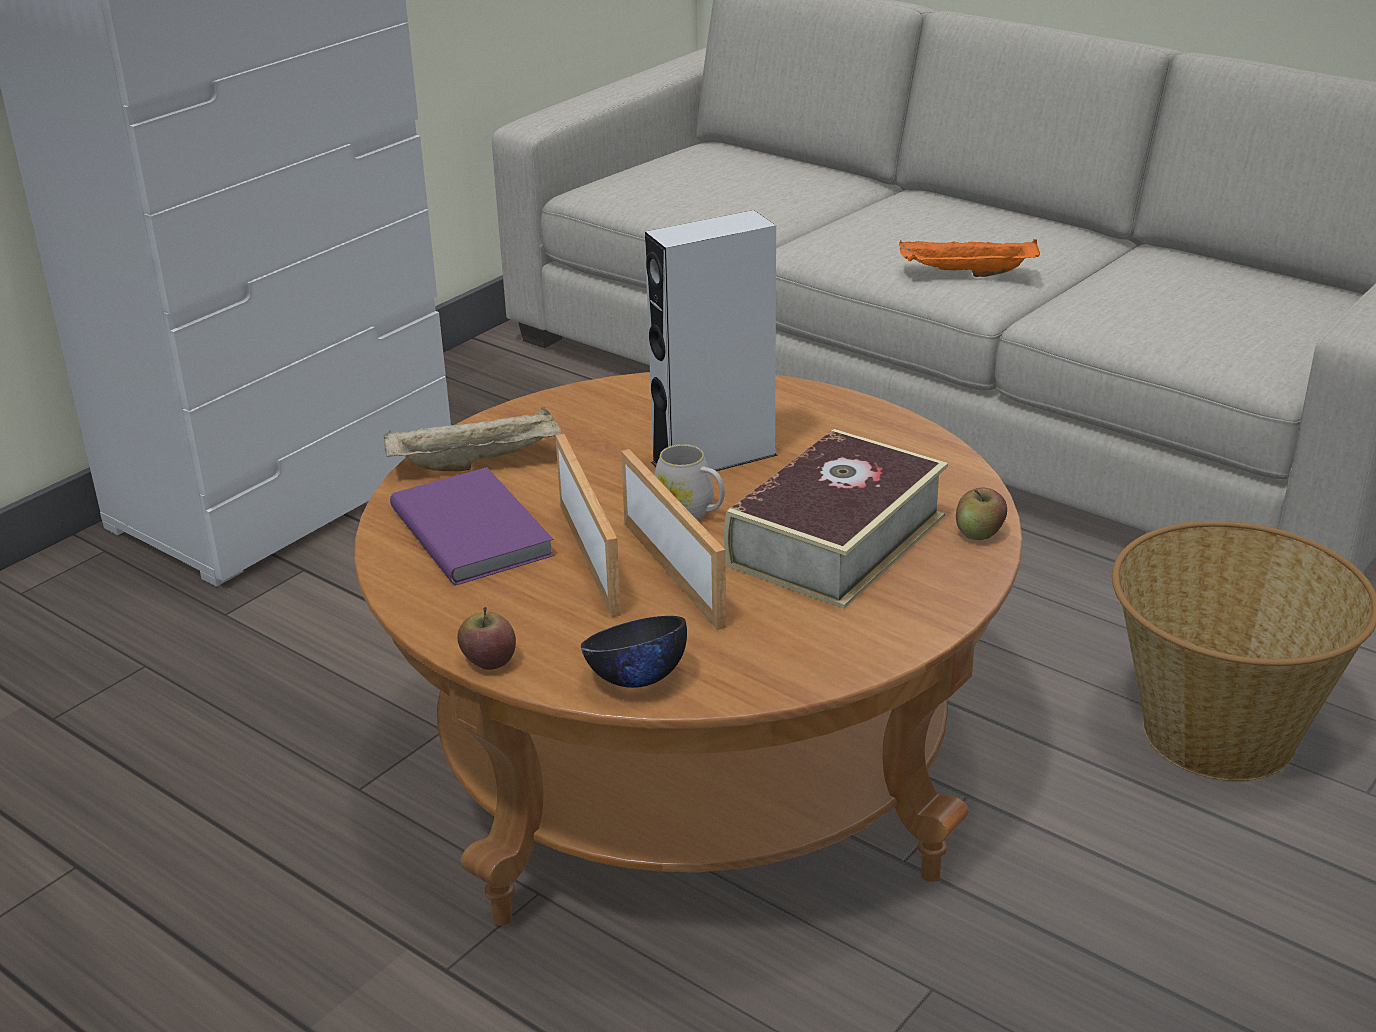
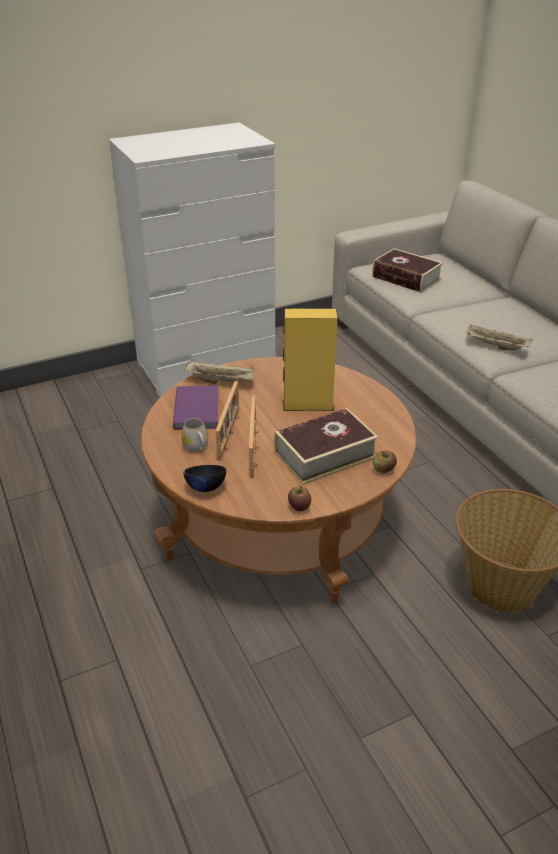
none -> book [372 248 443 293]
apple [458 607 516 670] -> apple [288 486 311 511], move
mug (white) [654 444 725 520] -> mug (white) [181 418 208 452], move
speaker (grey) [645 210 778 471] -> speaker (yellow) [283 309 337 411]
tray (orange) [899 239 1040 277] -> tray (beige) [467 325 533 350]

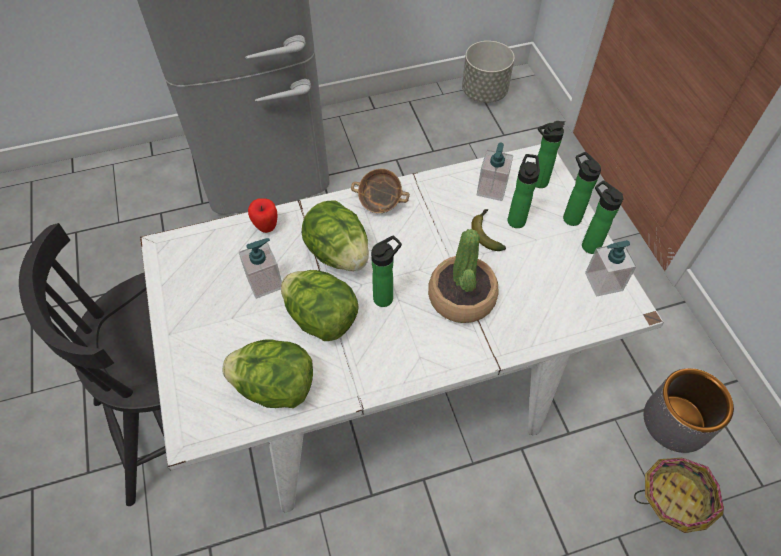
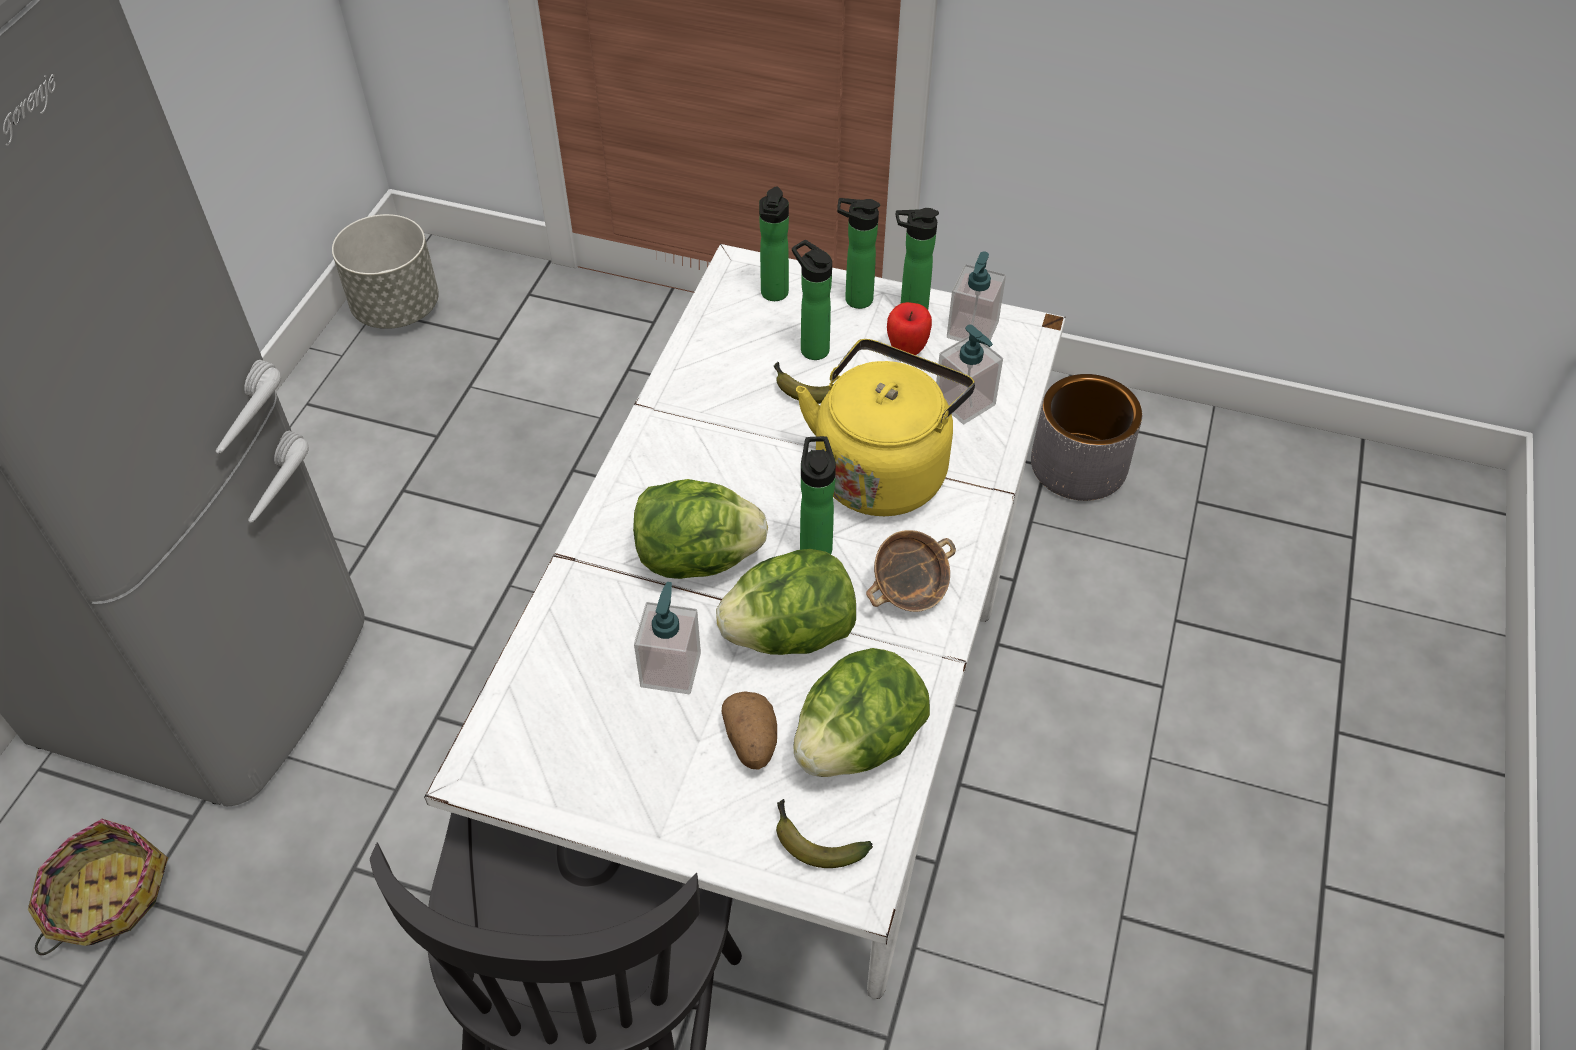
none -> potato [722 692 777 770]
none -> banana [776 799 873 868]
apple [248 198 278 233] -> apple [887 302 932 355], move
bowl [351 169 410 213] -> bowl [866 530 956 612], move
soap dispenser [477 142 513 201] -> soap dispenser [936 325 1003 424], move
basket [634 458 724 533] -> basket [28 819 168 955], move
potted plant [428 229 499 323] -> kettle (yellow) [796 339 975 516]

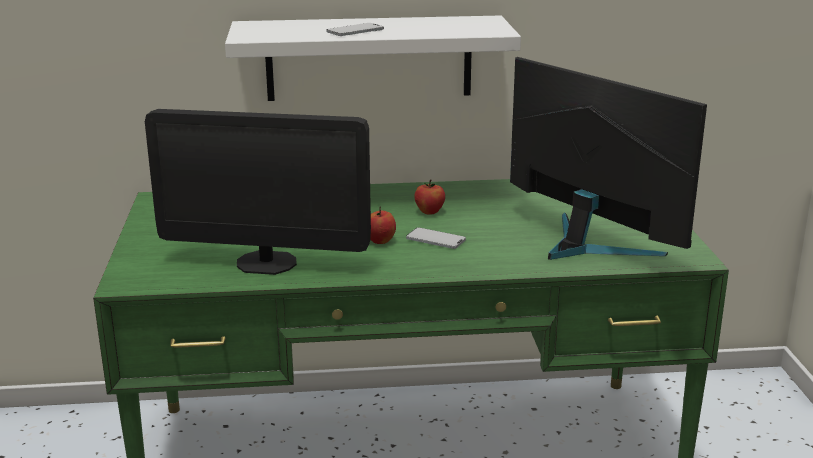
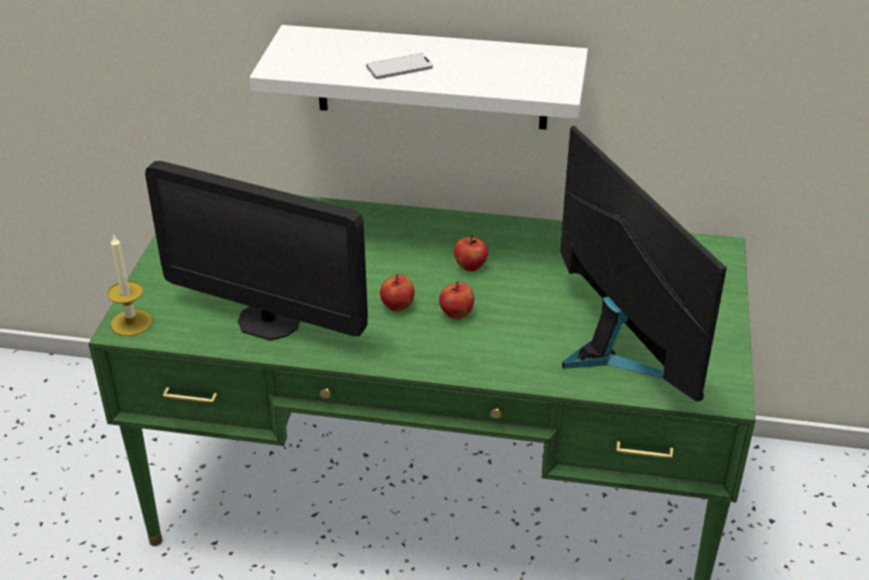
none -> candle [107 233 152 336]
phone [406 227 466 249] -> apple [439 281 474 319]

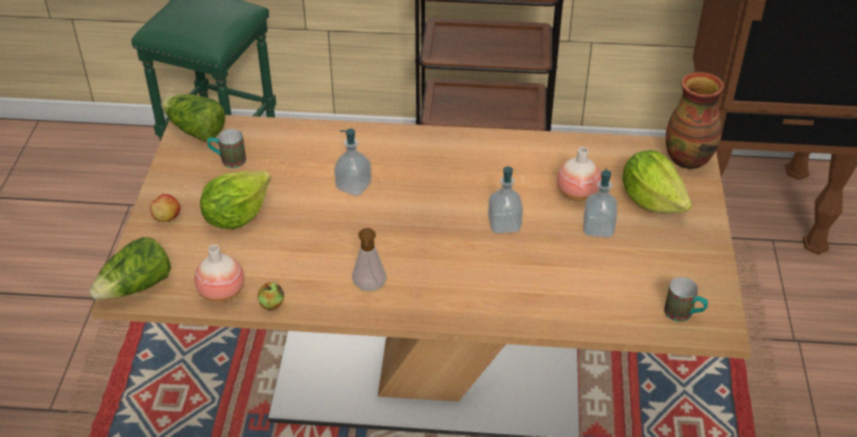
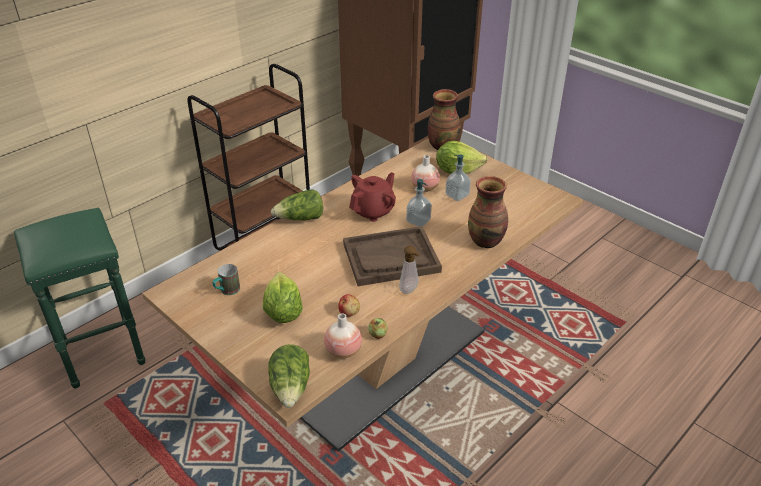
soap dispenser [334 129 372 196] -> none
mug [664 277 708 322] -> none
none -> tray (brown) [343 226 442 286]
none -> teapot (red) [349 172 396 222]
none -> vase [468 176 508 248]
apple [150 194 180 222] -> apple [338 294 360 317], move
lettuce [161 94 225 141] -> lettuce [271 189 323 221], move

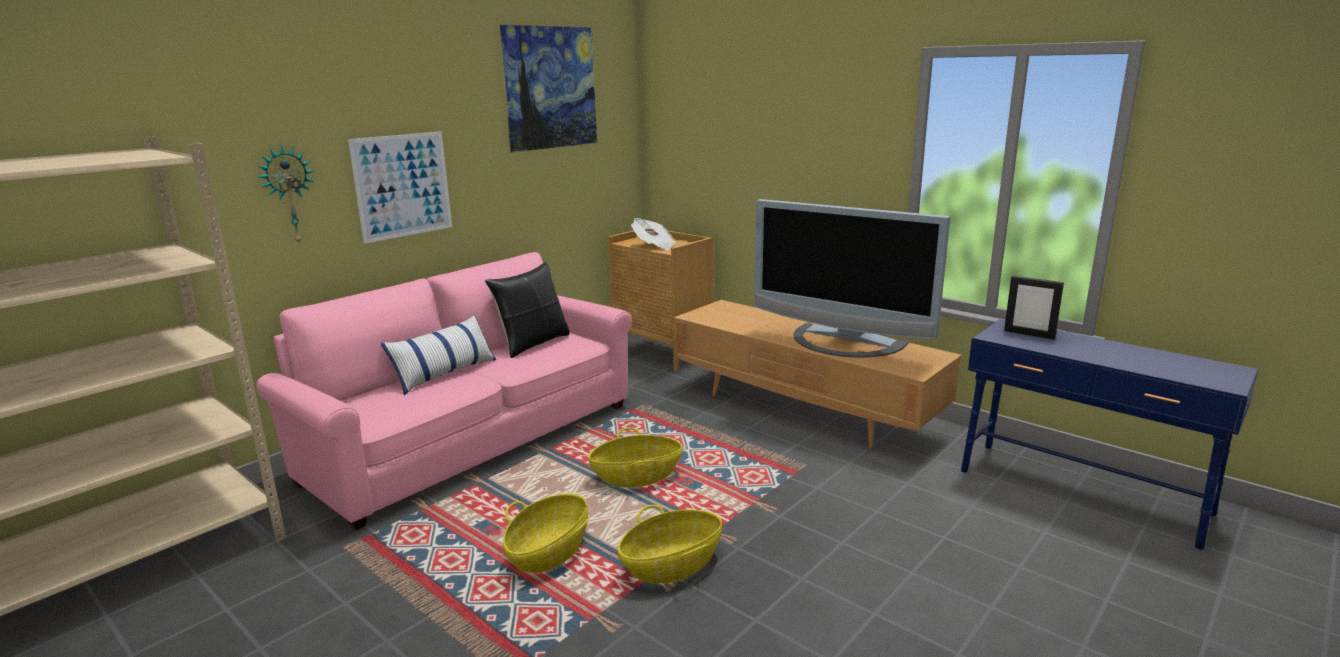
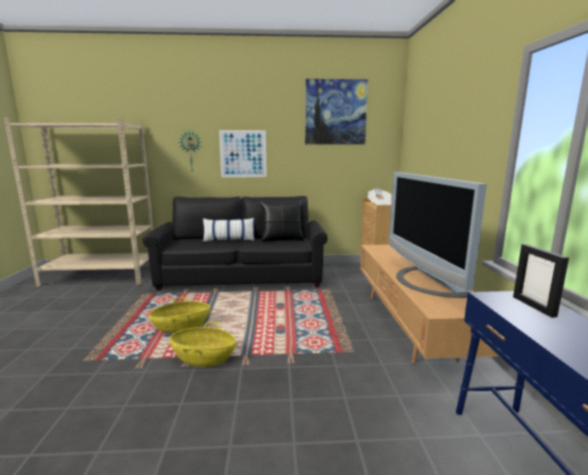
basket [588 428 683 488] -> none
sofa (pink) [257 252 632 530] -> sofa (black) [143 196 328 291]

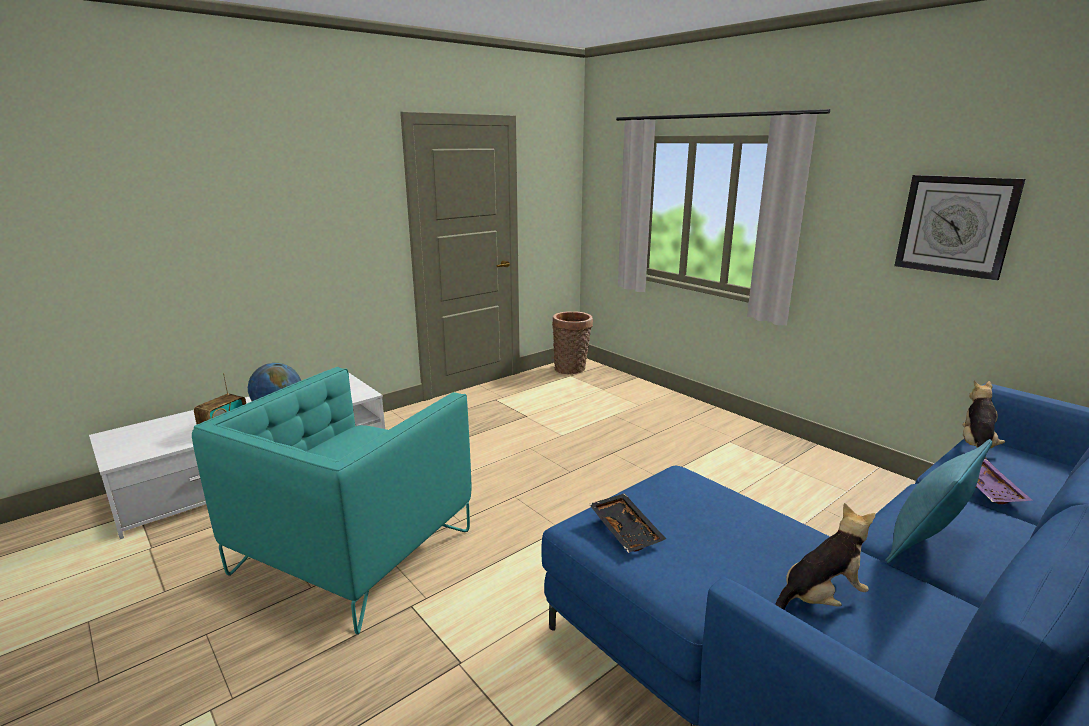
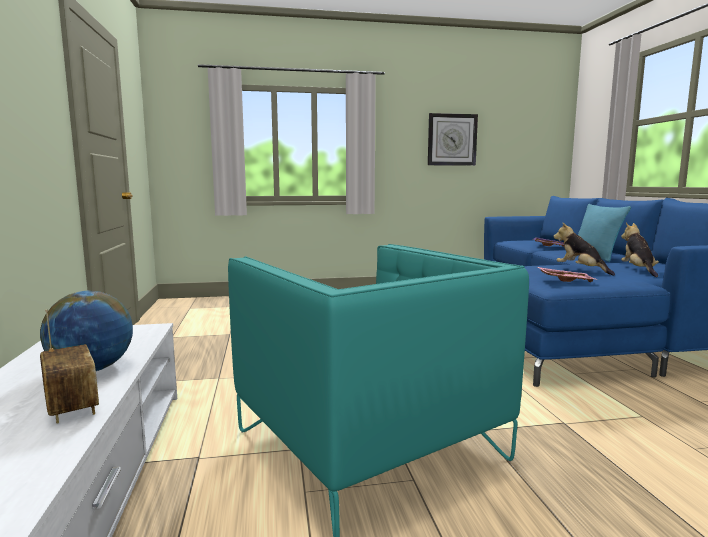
basket [552 311 593 374] -> none
plush toy [962 381 1005 459] -> plush toy [553 223 615 276], move
tray (black) [589 493 666 553] -> tray (pink) [538 267 597 282]

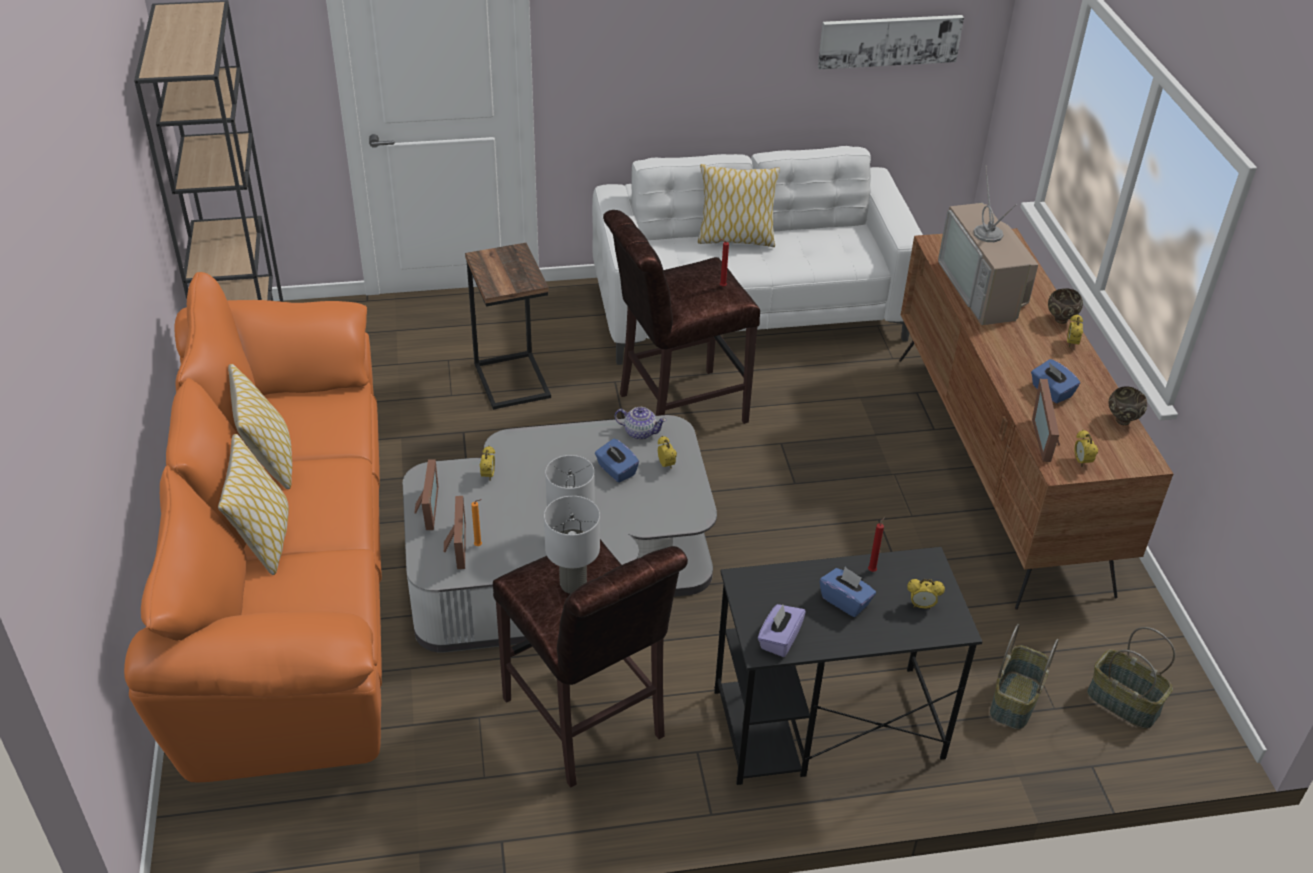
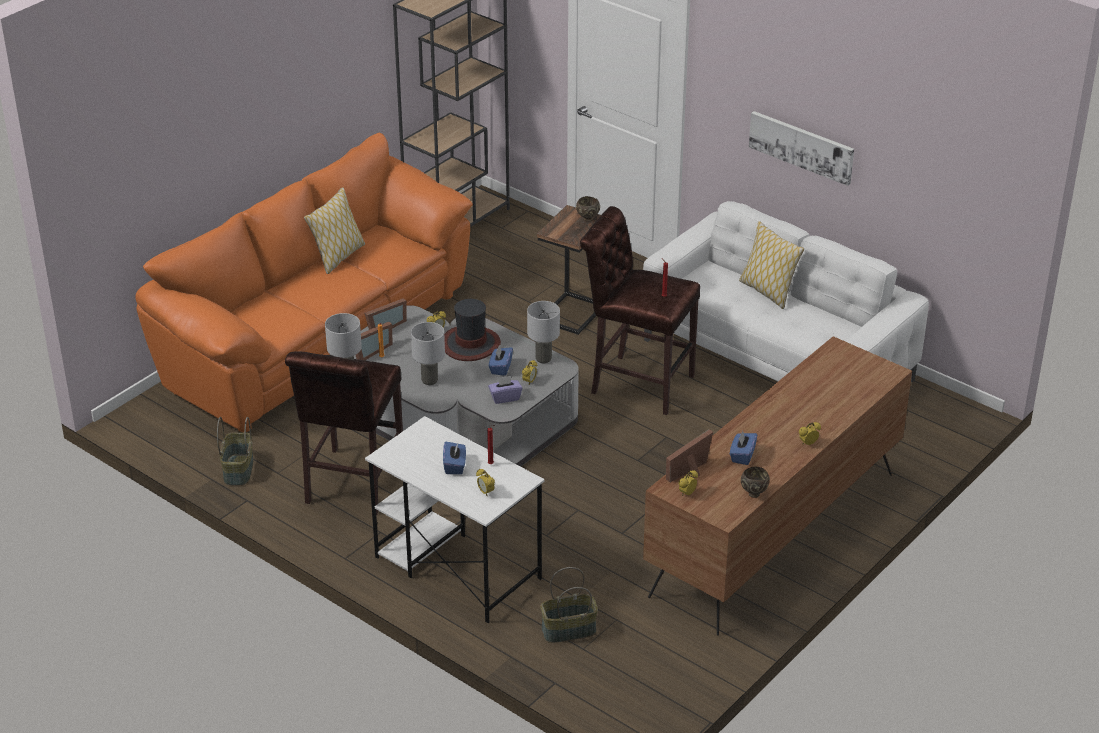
pillow [218 434 289 575] -> none
television [938 165 1038 325] -> none
none -> hat [444 299 501 361]
tissue box (purple) [758 604 806 657] -> tissue box (purple) [488 376 523 404], move
picture [818 15 964 69] -> picture [749 111 854 186], move
bowl (brown) [1048 288 1083 324] -> bowl (brown) [576 196 600 222], move
basket [1087 627 1175 729] -> basket [217 417 253 485], move
teapot [615 407 667 440] -> table lamp (white) [527 301 560 364]
desk (black) [714 547 982 785] -> desk (white) [365 416 545 623]

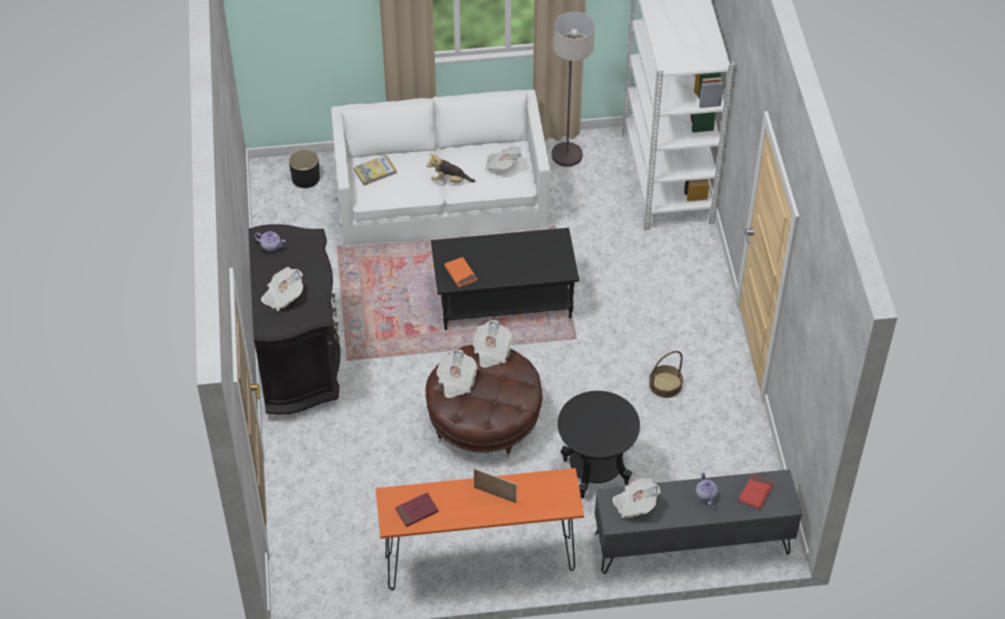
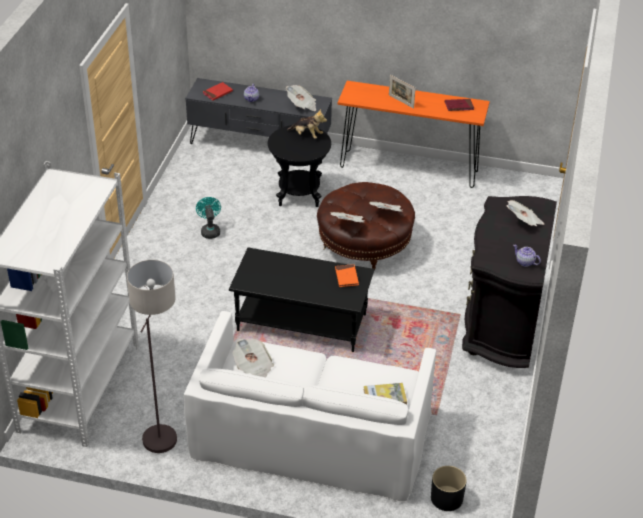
plush toy [426 153 475 183] -> plush toy [287 109 327 139], move
basket [649 351 683 398] -> fan (turquoise) [196 197 221 239]

